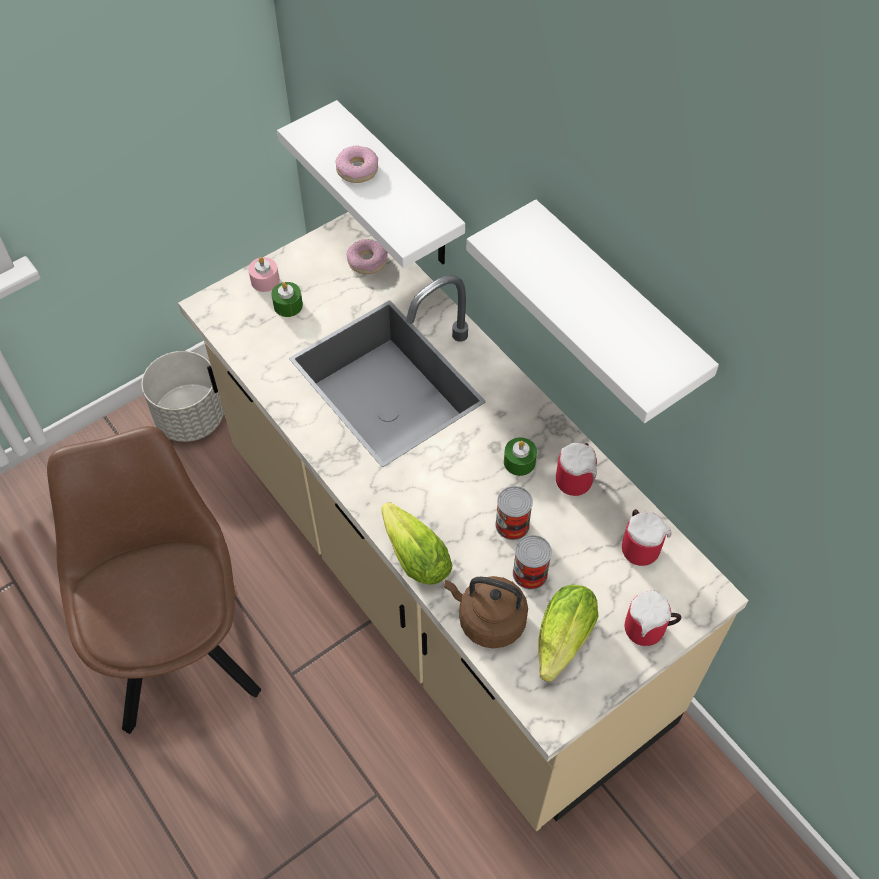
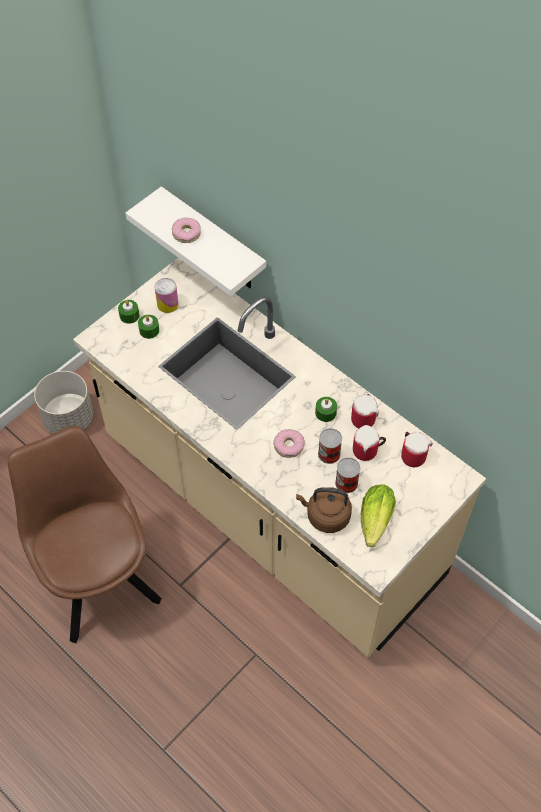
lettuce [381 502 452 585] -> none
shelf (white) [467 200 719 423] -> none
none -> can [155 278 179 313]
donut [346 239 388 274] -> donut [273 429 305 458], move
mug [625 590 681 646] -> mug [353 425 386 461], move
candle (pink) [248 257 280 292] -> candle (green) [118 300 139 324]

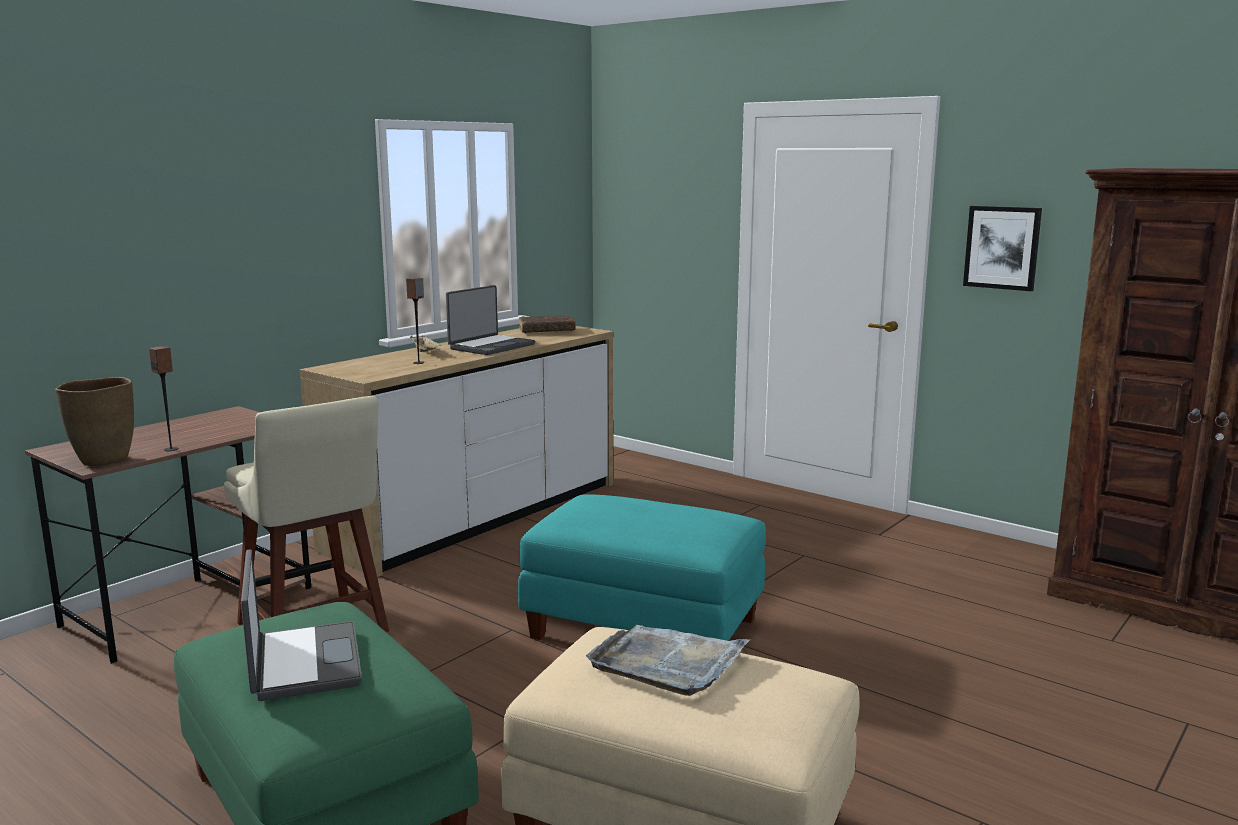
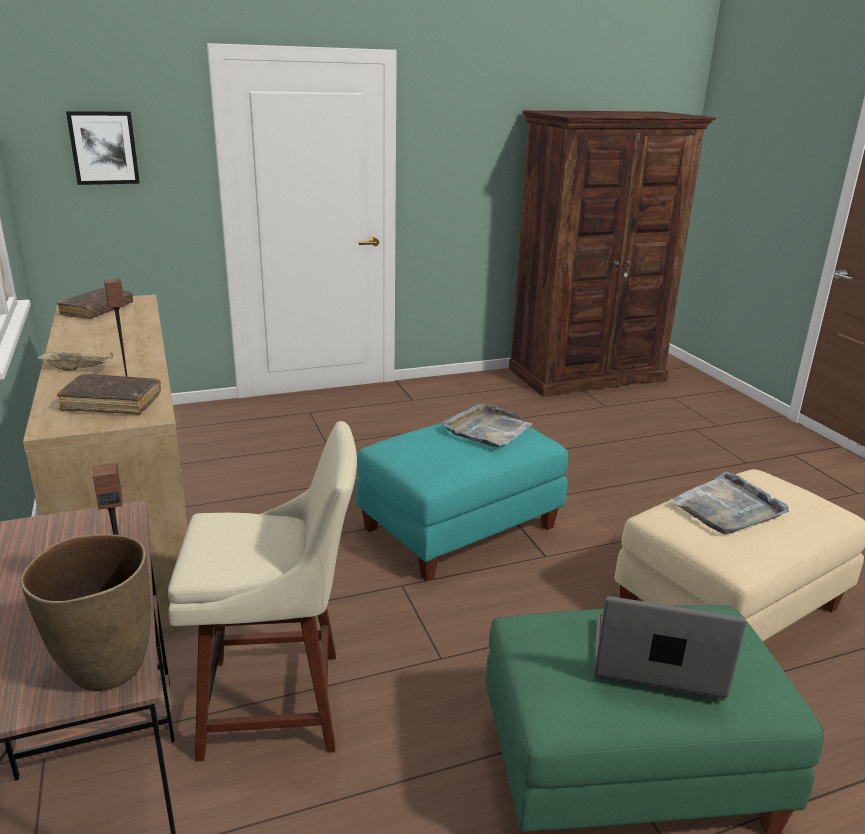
laptop [446 285 535 355] -> none
none -> book (brown) [57 374 161 415]
none -> tray (grey) [443 404 532 448]
picture [963 206 1042 291] -> picture [66 111 140 185], move

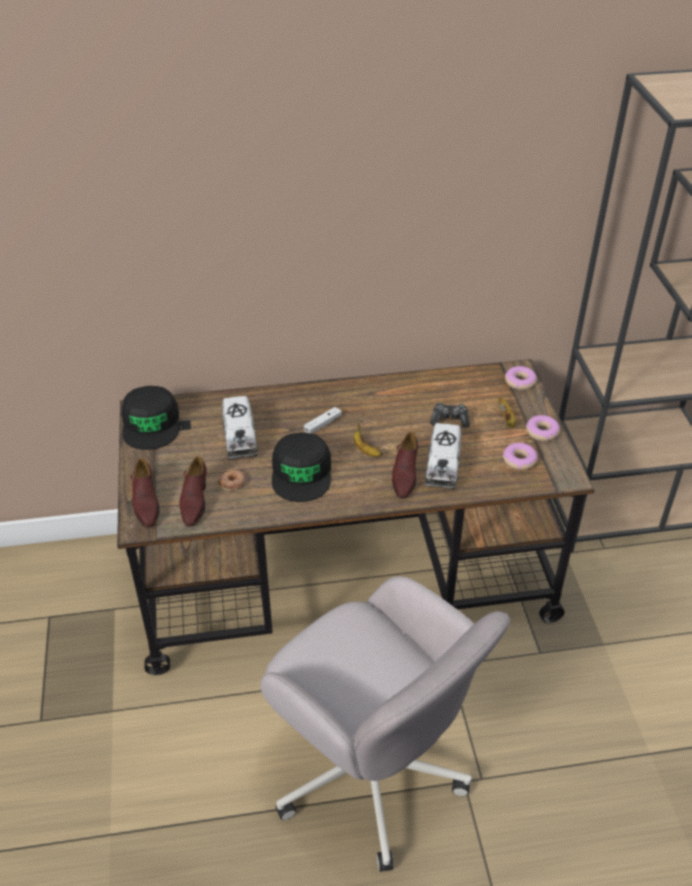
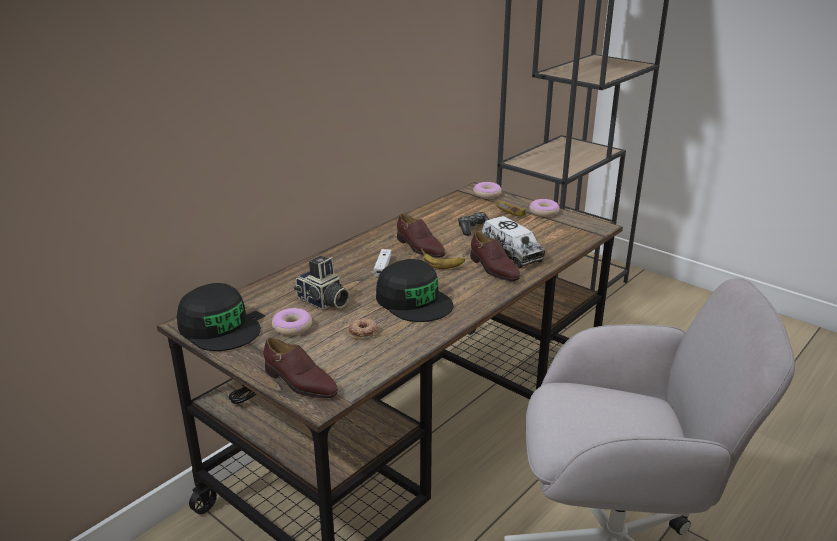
shoe (brown) [179 456 207 527] -> shoe (brown) [397 213 445 258], move
donut [502 443 538 470] -> donut [272 308 312 336], move
toy truck [222 396 258 460] -> photo camera [294 256 350 310]

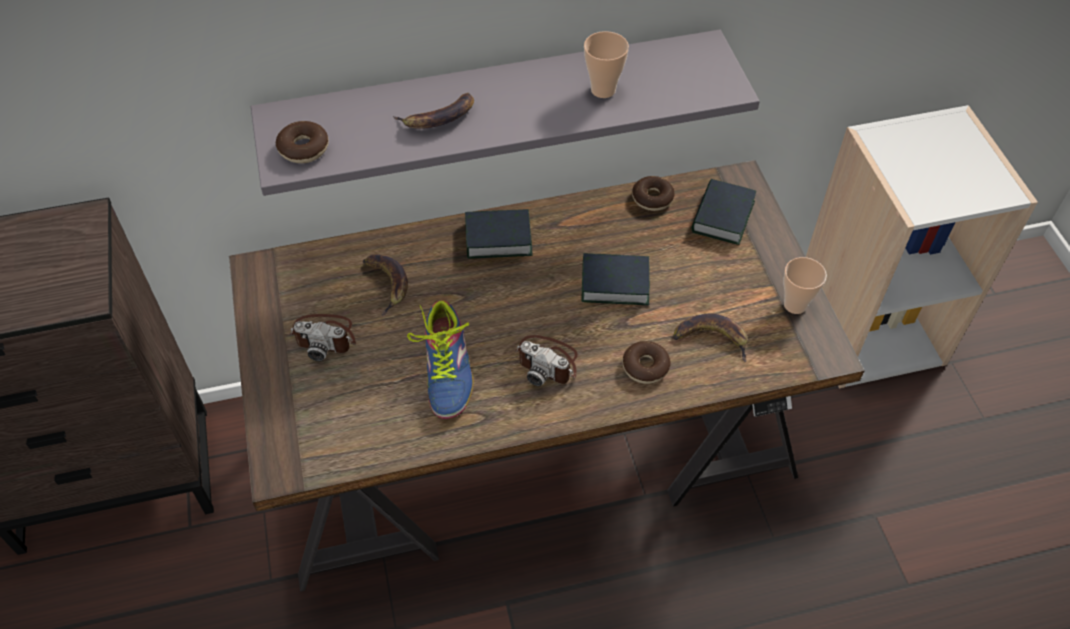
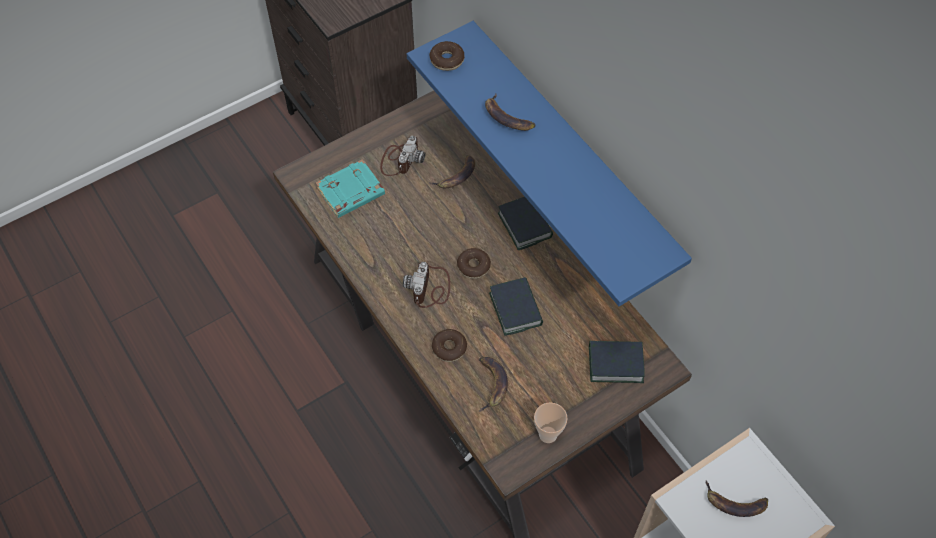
shoe [407 300 474 419] -> none
cup [584 31 629 98] -> none
none -> book (turquoise) [316 159 385 218]
none -> banana [706 481 768 517]
donut [632 176 675 211] -> donut [457 248 491 279], move
shelf (grey) [251 30 760 196] -> shelf (blue) [407 21 692 306]
photo camera [290 314 356 361] -> photo camera [380 136 425 176], 150 degrees counterclockwise

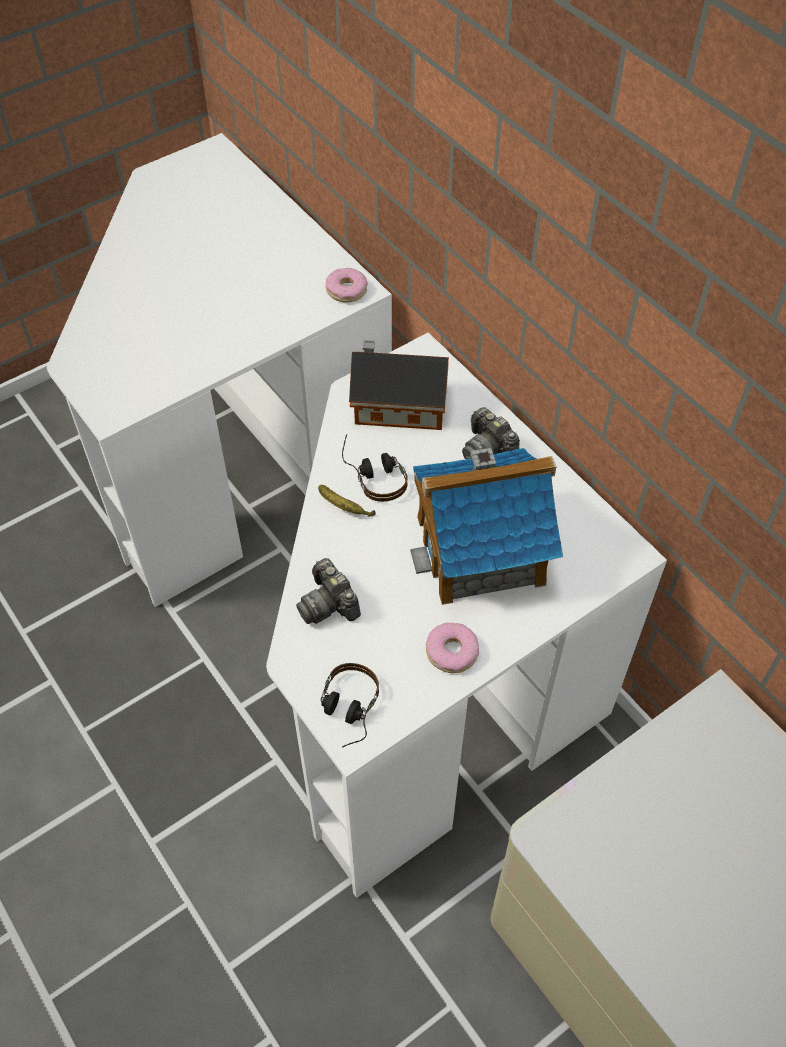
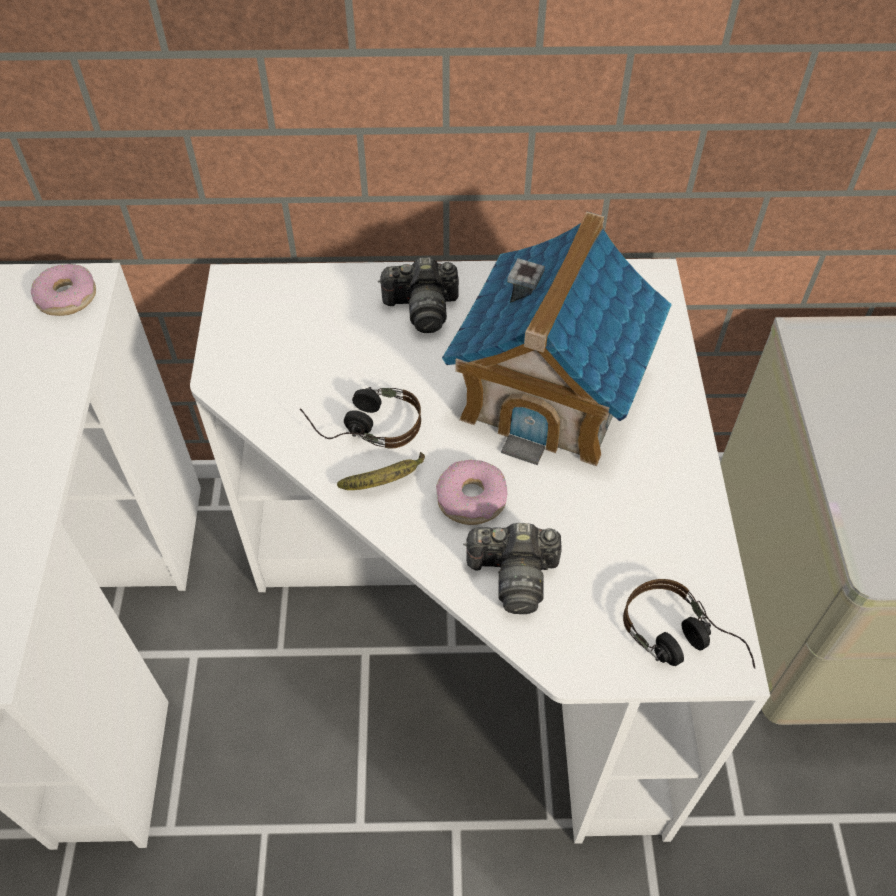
toy house [349 340 449 430] -> none
donut [426 623 479 673] -> donut [436 459 507 525], move

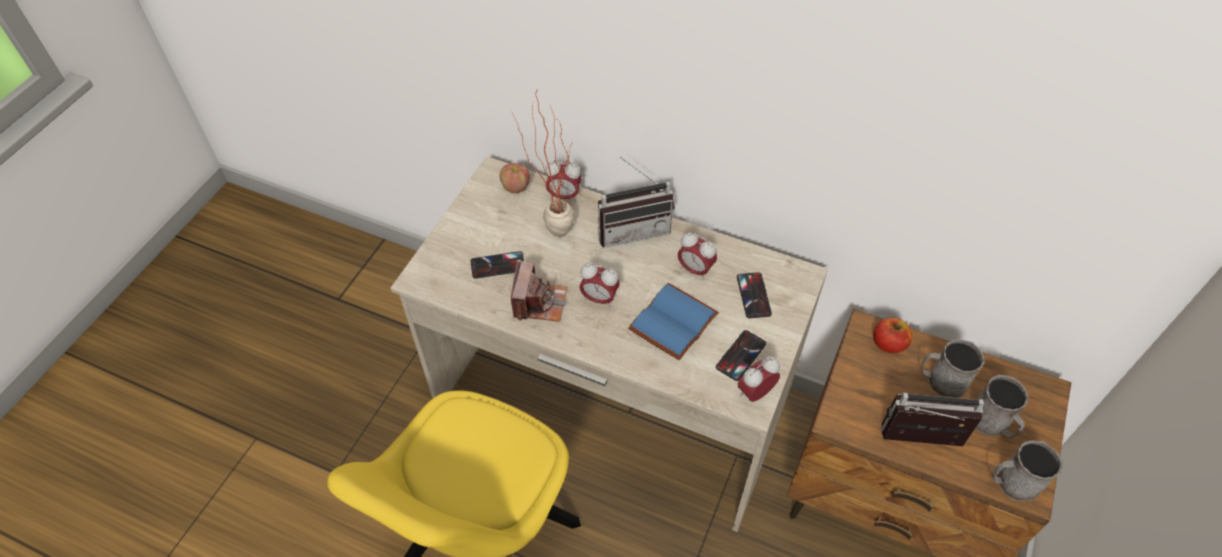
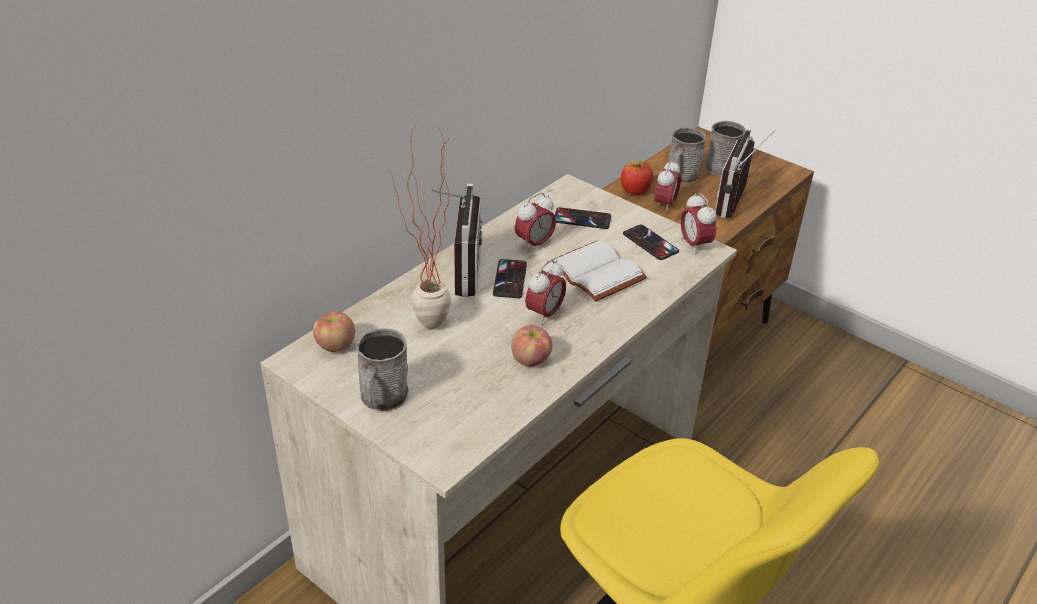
phone [470 251 524 279] -> phone [493 259 527 298], move
alarm clock [545 160 581 202] -> alarm clock [654 159 681 213], move
mug (grey) [992 441 1063 501] -> mug (grey) [356 328 409 411], move
photo camera [511 261 567 322] -> apple [511 325 552 366]
book (blue) [628 283 719 360] -> book (white) [547 240 647 302]

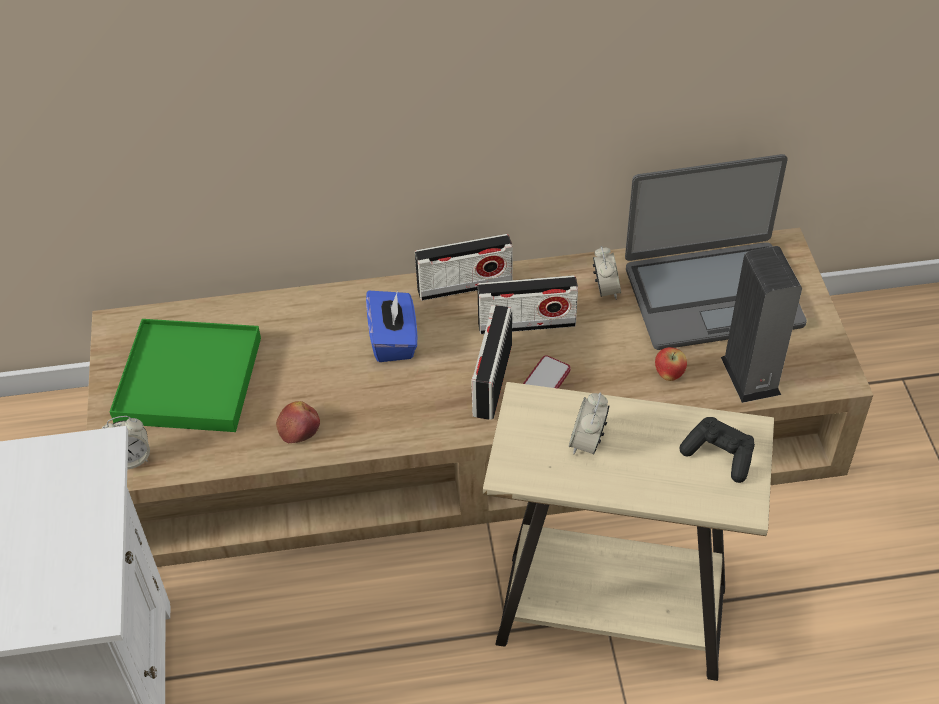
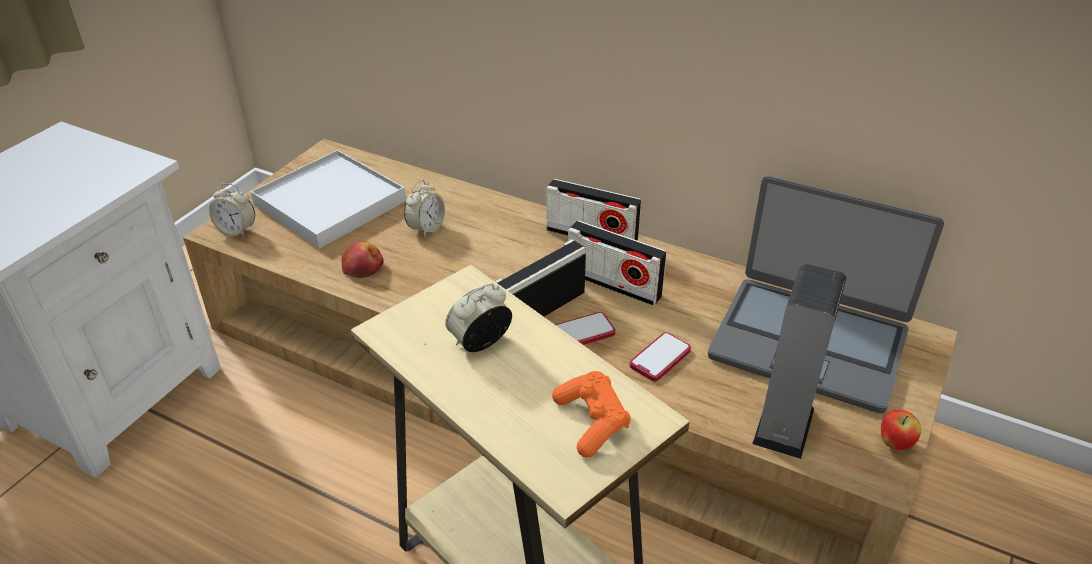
tissue box (blue) [366 291 417 362] -> none
none -> phone [630 332 691 382]
alarm clock [593 246 621 299] -> alarm clock [404 180 445 237], move
apple [655 347 687 381] -> apple [881 410 921 450], move
tray (green) [110 319 261 432] -> tray (white) [250 150 406 249]
game controller (black) [679 417 755 483] -> game controller (orange) [552 371 631 458]

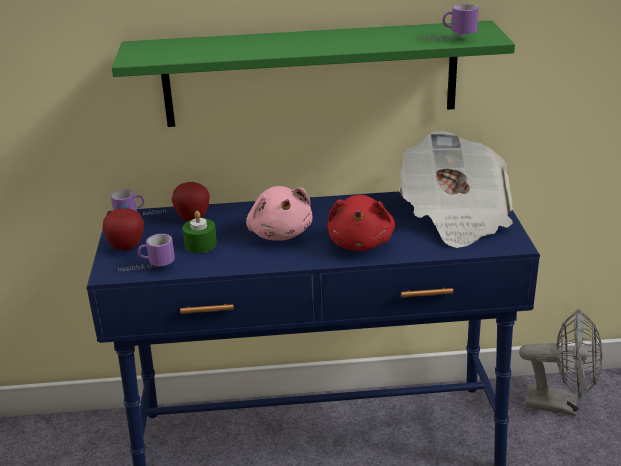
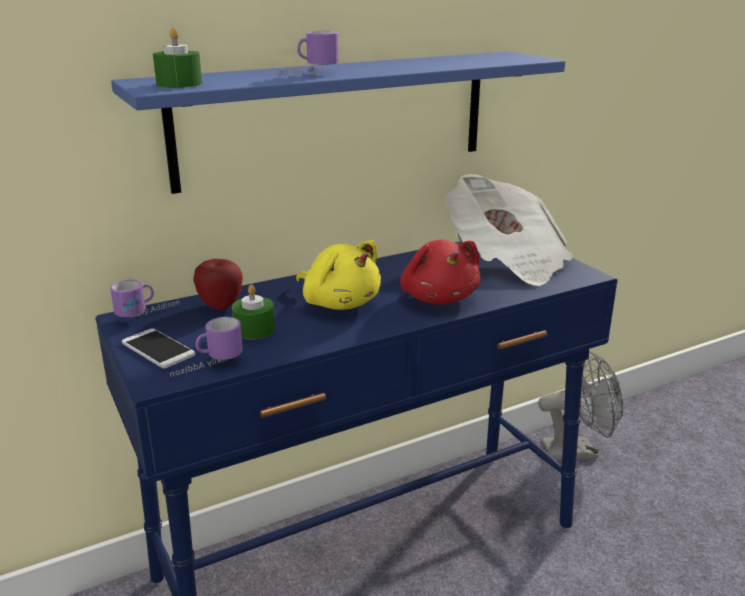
none -> candle (green) [153 27 202 88]
mug [420 4 479 41] -> mug [273 31 339 76], move
apple [103 208 144 251] -> phone [122 328 195 368]
shelf (green) [112 20 515 127] -> shelf (blue) [111 51 565 194]
plush toy (pink) [246 186 312 241] -> plush toy (yellow) [296 240 381 310]

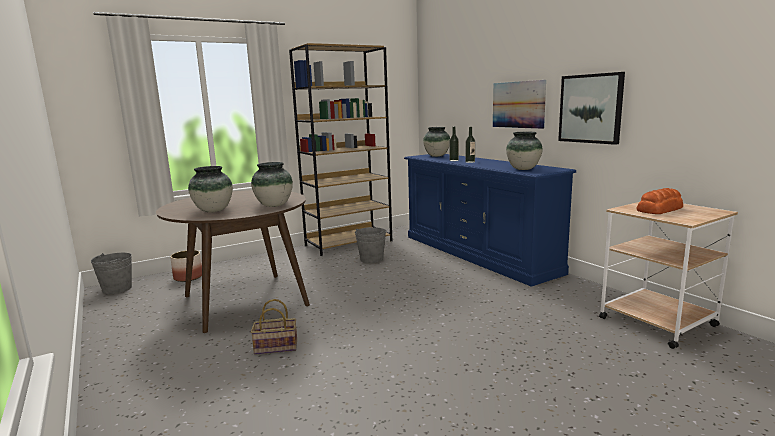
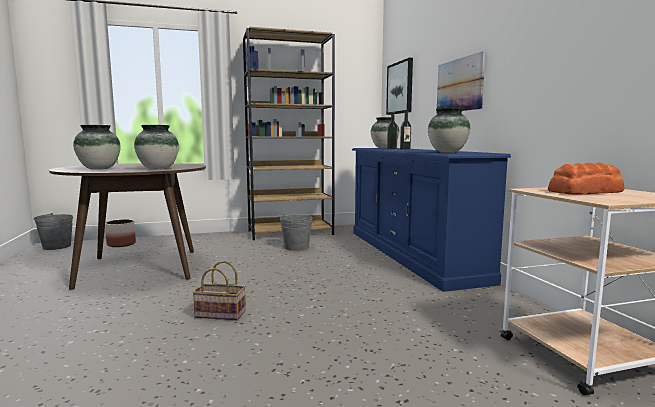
basket [251 299 297 355] -> basket [192 261 246 320], move
picture [558 72 625 145] -> picture [386 58 413 115], move

